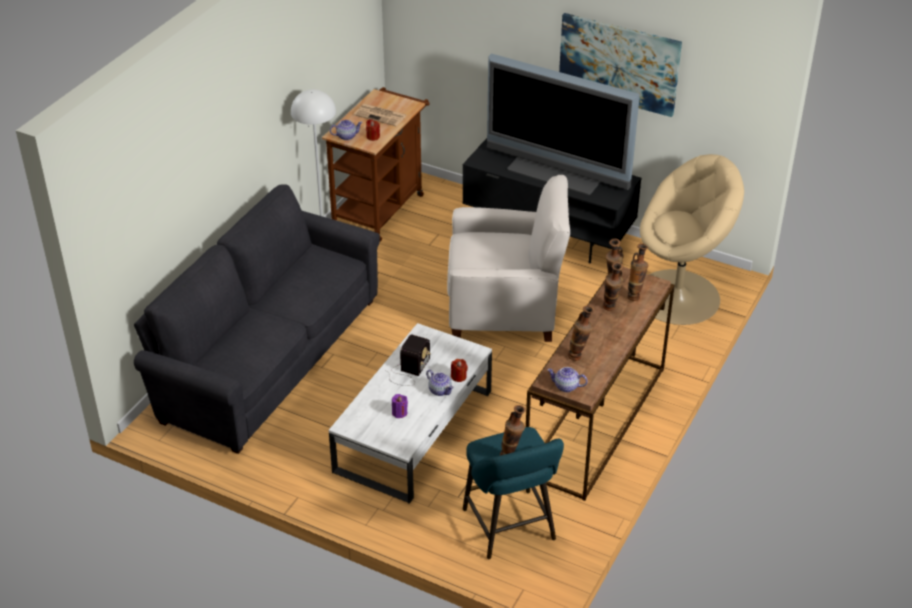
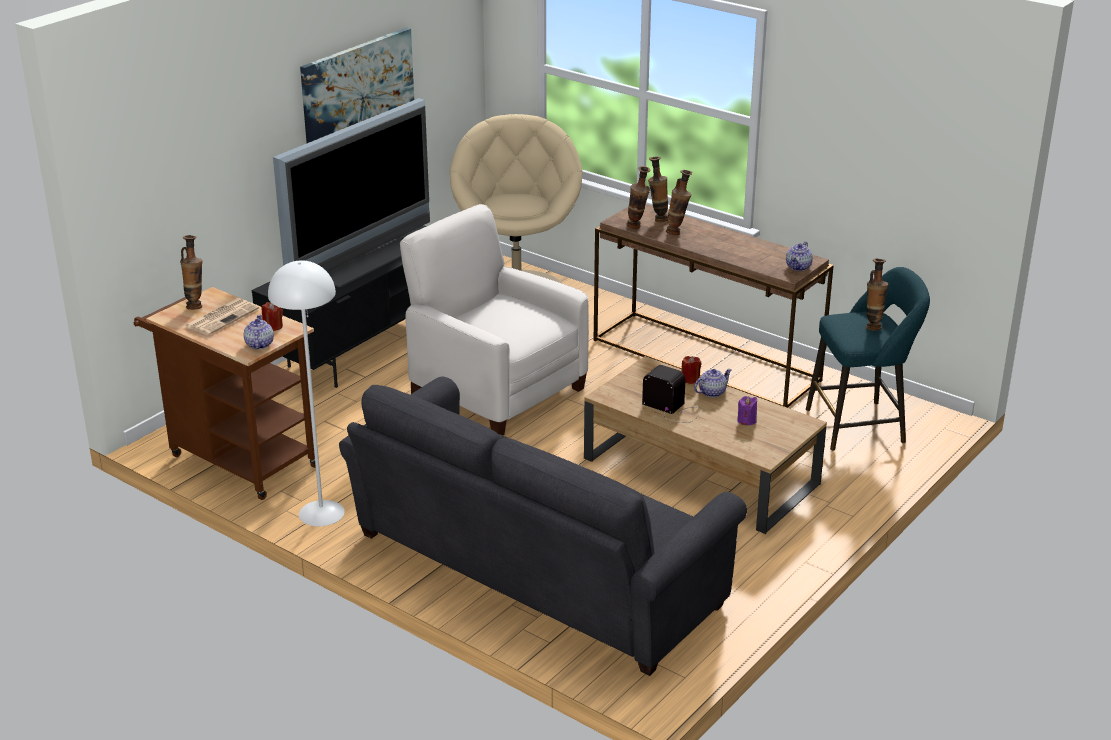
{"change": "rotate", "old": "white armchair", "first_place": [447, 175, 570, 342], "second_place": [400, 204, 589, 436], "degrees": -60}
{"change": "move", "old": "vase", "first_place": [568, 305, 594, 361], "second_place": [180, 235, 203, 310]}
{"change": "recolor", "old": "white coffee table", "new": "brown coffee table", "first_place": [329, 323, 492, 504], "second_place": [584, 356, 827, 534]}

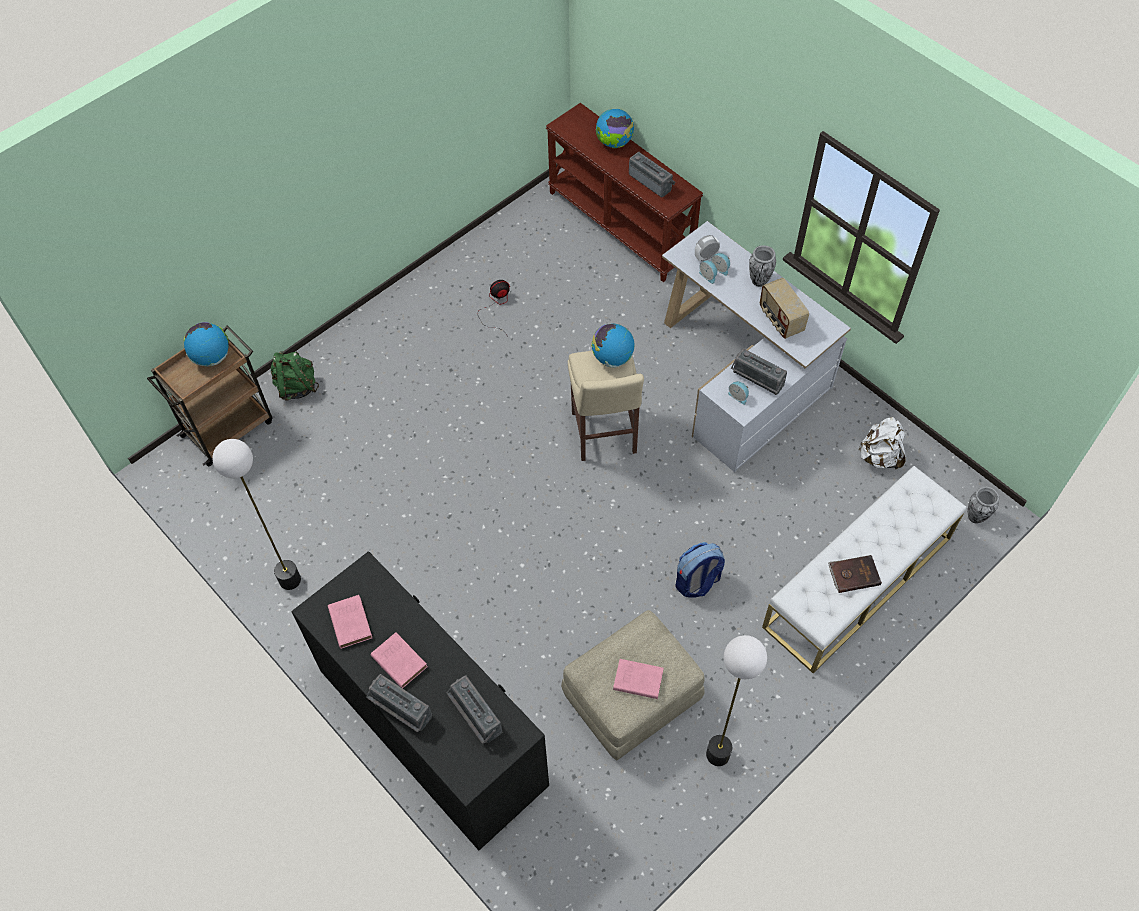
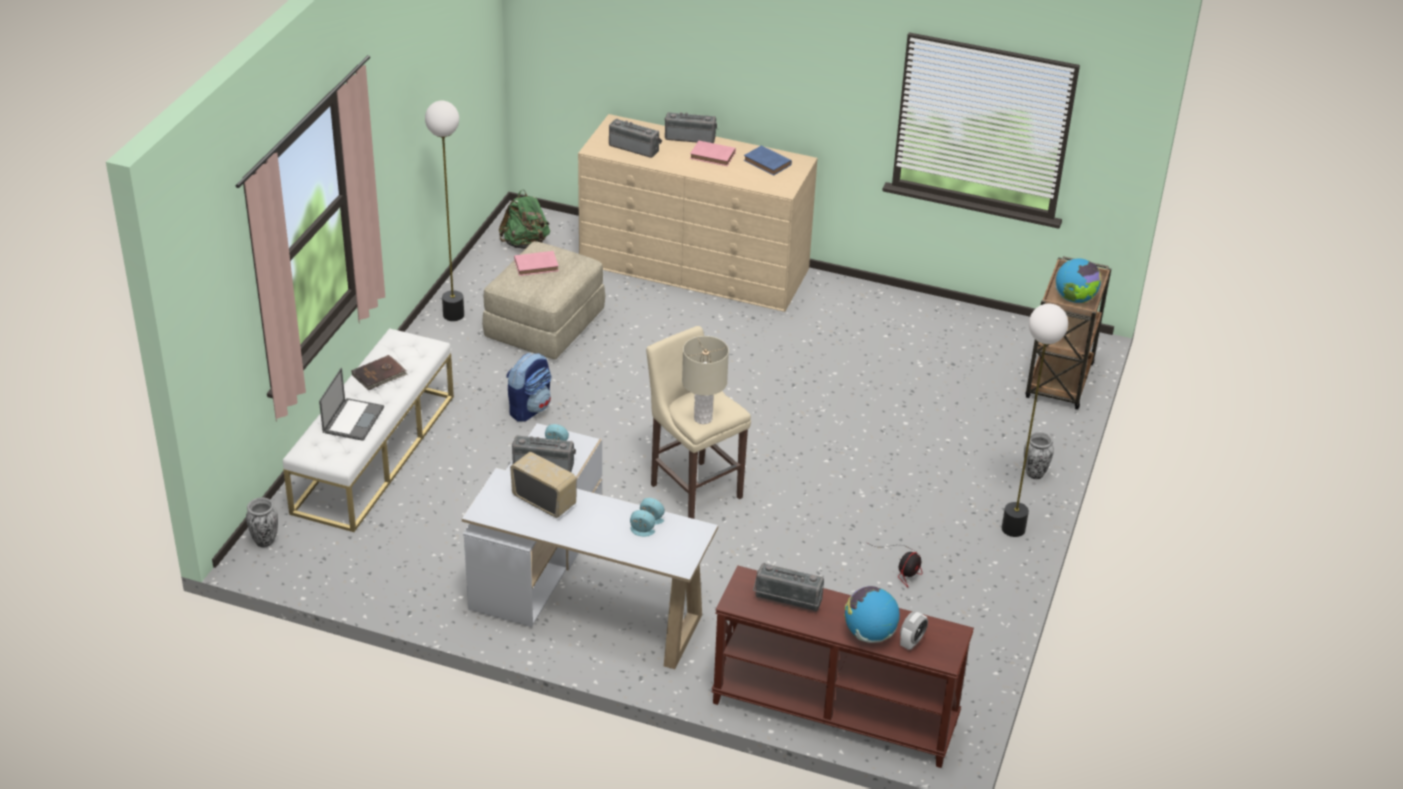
{"change": "move", "old": "alarm clock", "first_place": [695, 235, 720, 262], "second_place": [900, 612, 928, 650]}
{"change": "move", "old": "vase", "first_place": [749, 245, 776, 287], "second_place": [1024, 432, 1054, 479]}
{"change": "replace", "old": "globe", "new": "beige table lamp", "first_place": [591, 324, 635, 368], "second_place": [682, 336, 729, 424]}
{"change": "move", "old": "green backpack", "first_place": [271, 351, 319, 401], "second_place": [499, 189, 550, 249]}
{"change": "delete", "old": "white backpack", "first_place": [858, 417, 905, 469]}
{"change": "move", "old": "floor lamp", "first_place": [212, 439, 301, 590], "second_place": [1002, 304, 1068, 537]}
{"change": "recolor", "old": "black dresser", "new": "beige dresser", "first_place": [291, 551, 549, 850], "second_place": [578, 114, 818, 312]}
{"change": "recolor", "old": "pink book", "new": "blue book", "first_place": [328, 595, 372, 649], "second_place": [744, 145, 792, 176]}
{"change": "insert", "new": "laptop", "second_place": [319, 368, 384, 441]}

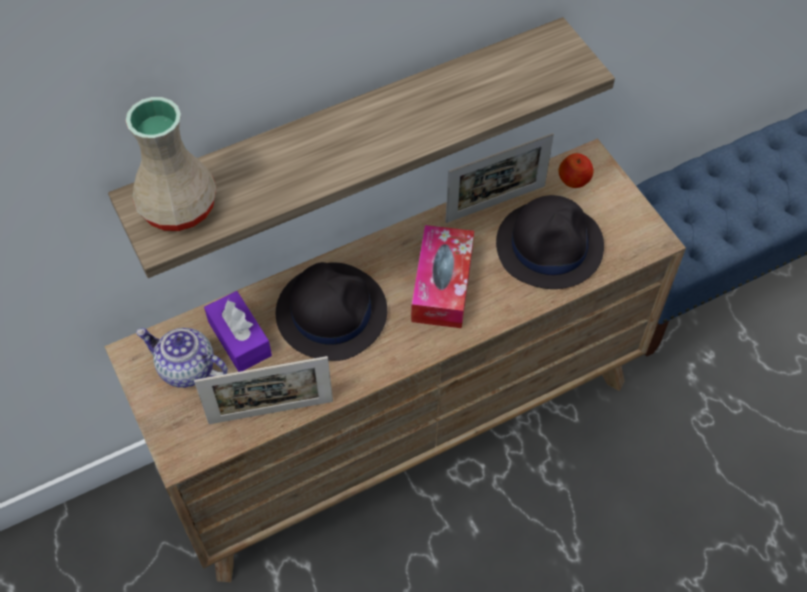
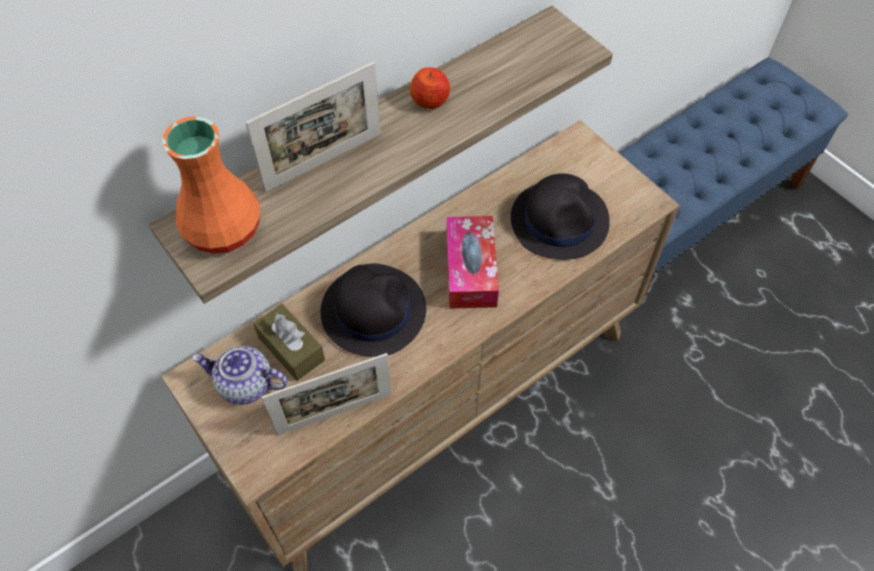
{"change": "recolor", "old": "beige vase", "new": "orange vase", "first_place": [126, 97, 216, 231], "second_place": [162, 116, 260, 254]}
{"change": "move", "old": "picture frame", "first_place": [445, 133, 554, 223], "second_place": [245, 62, 381, 192]}
{"change": "move", "old": "apple", "first_place": [559, 153, 594, 188], "second_place": [410, 67, 450, 109]}
{"change": "recolor", "old": "purple tissue box", "new": "brown tissue box", "first_place": [204, 291, 272, 372], "second_place": [254, 304, 325, 381]}

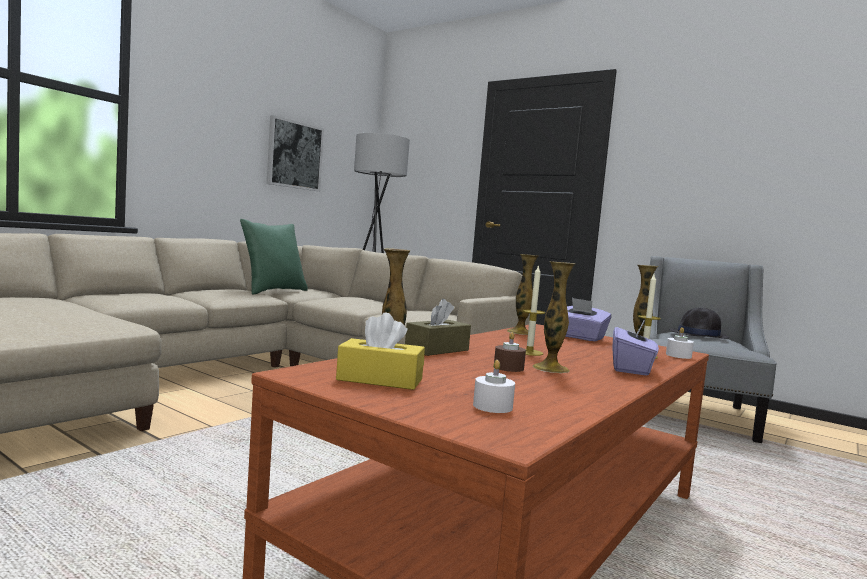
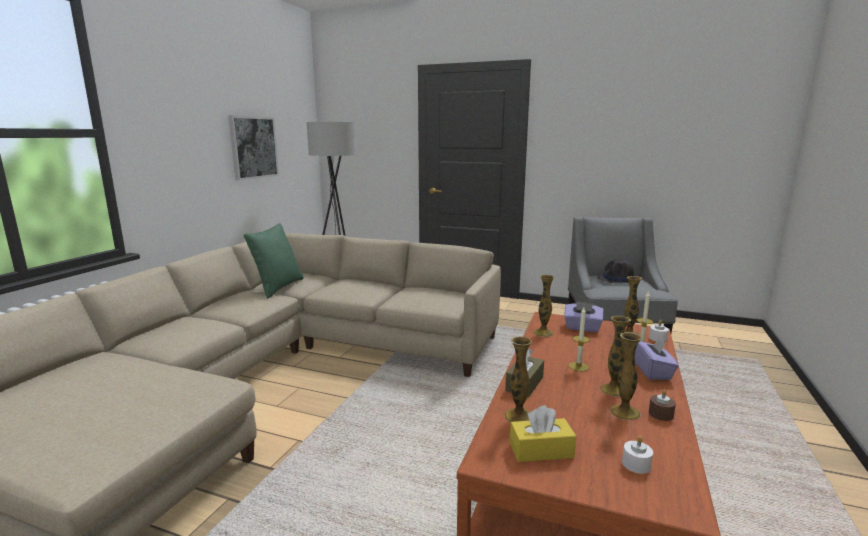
{"change": "move", "old": "brown candle", "first_place": [494, 332, 526, 372], "second_place": [649, 390, 676, 421]}
{"change": "insert", "new": "vase", "second_place": [610, 332, 642, 420]}

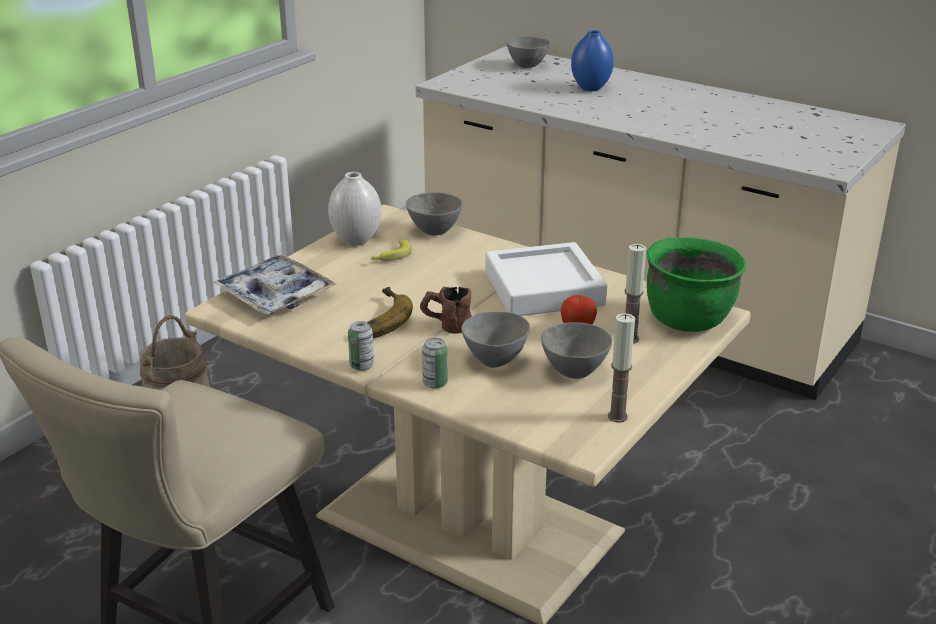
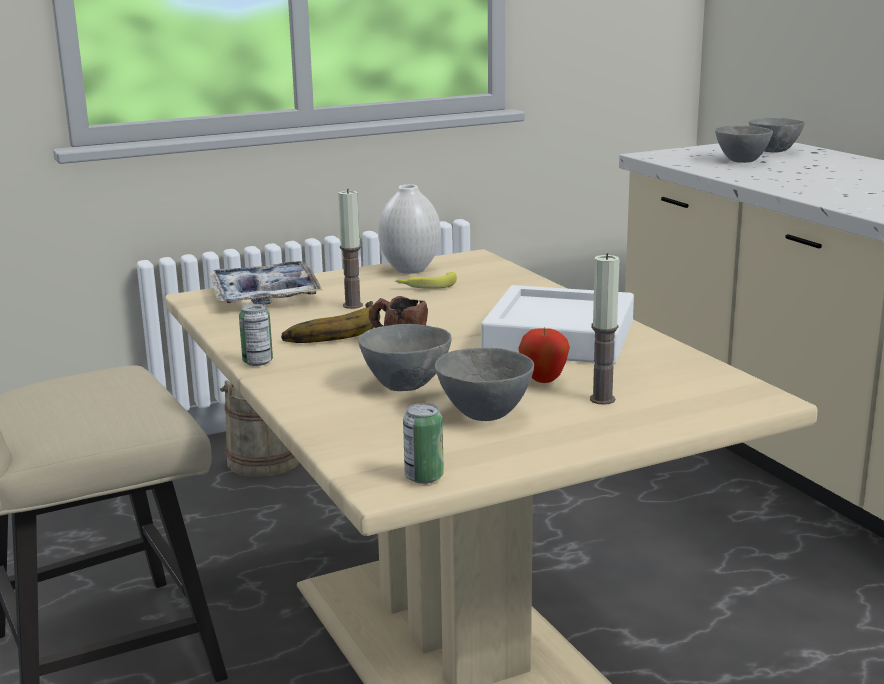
{"change": "delete", "old": "blue vase", "first_place": [571, 30, 614, 91]}
{"change": "move", "old": "grey bowl", "first_place": [406, 192, 463, 236], "second_place": [715, 126, 773, 163]}
{"change": "delete", "old": "green cooking pot", "first_place": [647, 237, 747, 332]}
{"change": "move", "old": "candle", "first_place": [608, 313, 635, 423], "second_place": [338, 189, 363, 309]}
{"change": "move", "old": "can", "first_place": [422, 338, 448, 389], "second_place": [403, 403, 444, 484]}

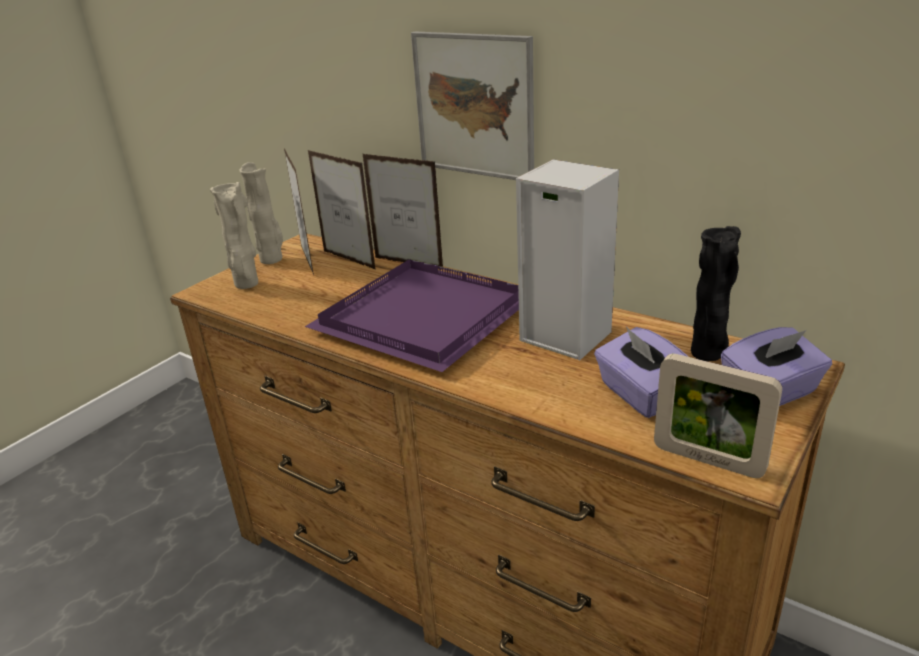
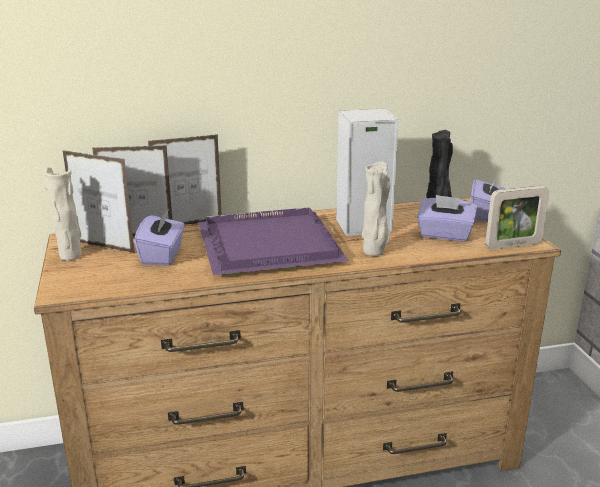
{"change": "delete", "old": "picture", "first_place": [411, 32, 534, 180]}
{"change": "move", "old": "beige vase", "first_place": [210, 182, 258, 289], "second_place": [362, 161, 390, 256]}
{"change": "insert", "new": "purple tissue box", "second_place": [134, 209, 185, 265]}

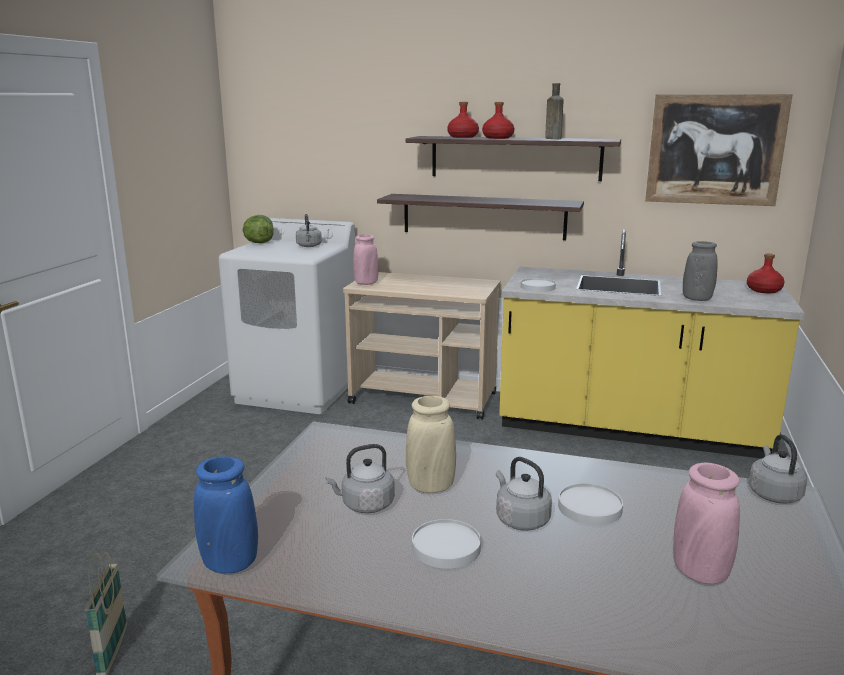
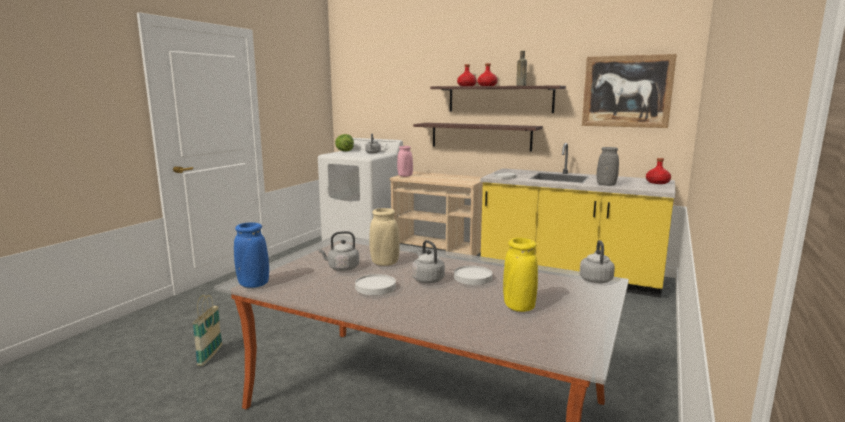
{"change": "recolor", "old": "pink vase", "new": "yellow vase", "first_place": [673, 463, 740, 584], "second_place": [503, 238, 538, 312]}

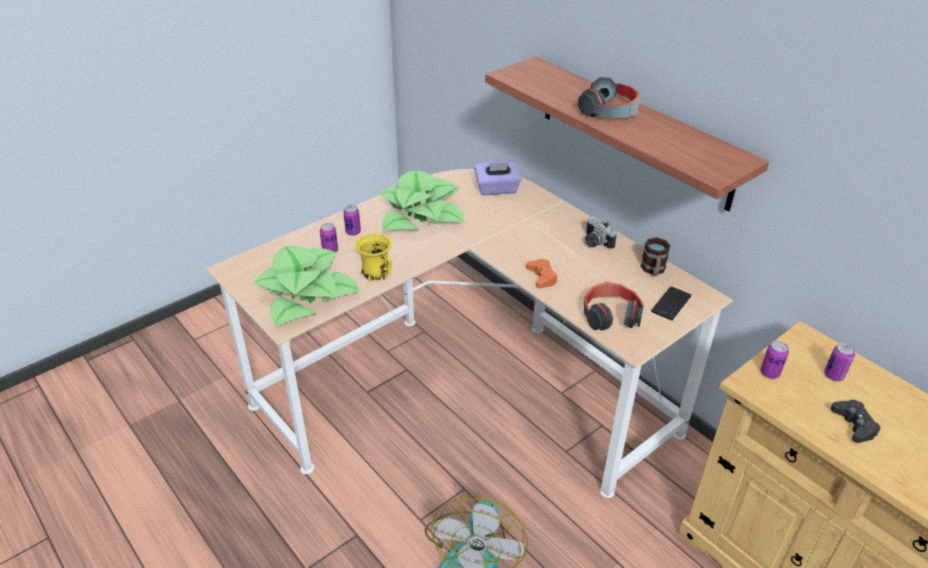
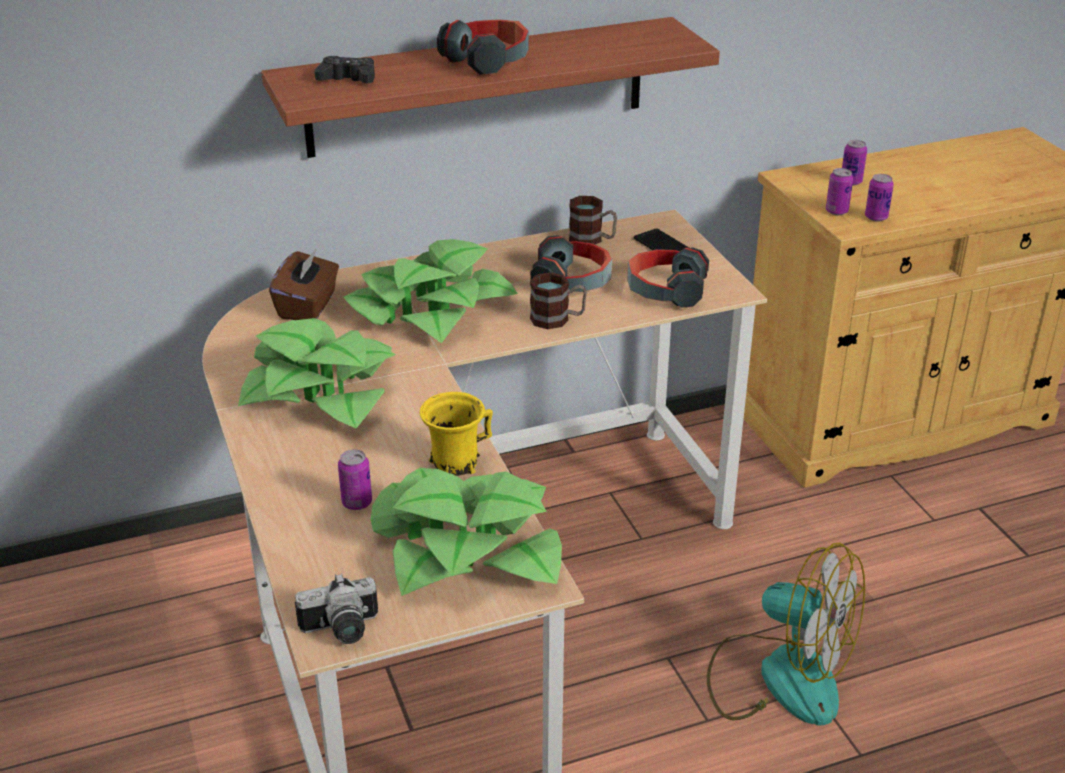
{"change": "recolor", "old": "purple tissue box", "new": "brown tissue box", "first_place": [474, 160, 521, 195], "second_place": [269, 248, 339, 320]}
{"change": "move", "old": "can", "first_place": [343, 205, 361, 236], "second_place": [865, 174, 894, 222]}
{"change": "move", "old": "photo camera", "first_place": [585, 216, 617, 249], "second_place": [295, 573, 378, 644]}
{"change": "replace", "old": "orange game controller", "new": "mug", "first_place": [526, 259, 557, 288], "second_place": [530, 272, 587, 329]}
{"change": "move", "old": "black game controller", "first_place": [830, 400, 881, 443], "second_place": [314, 56, 375, 84]}
{"change": "insert", "new": "headphones", "second_place": [530, 235, 612, 292]}
{"change": "insert", "new": "potted plant", "second_place": [343, 239, 518, 343]}

